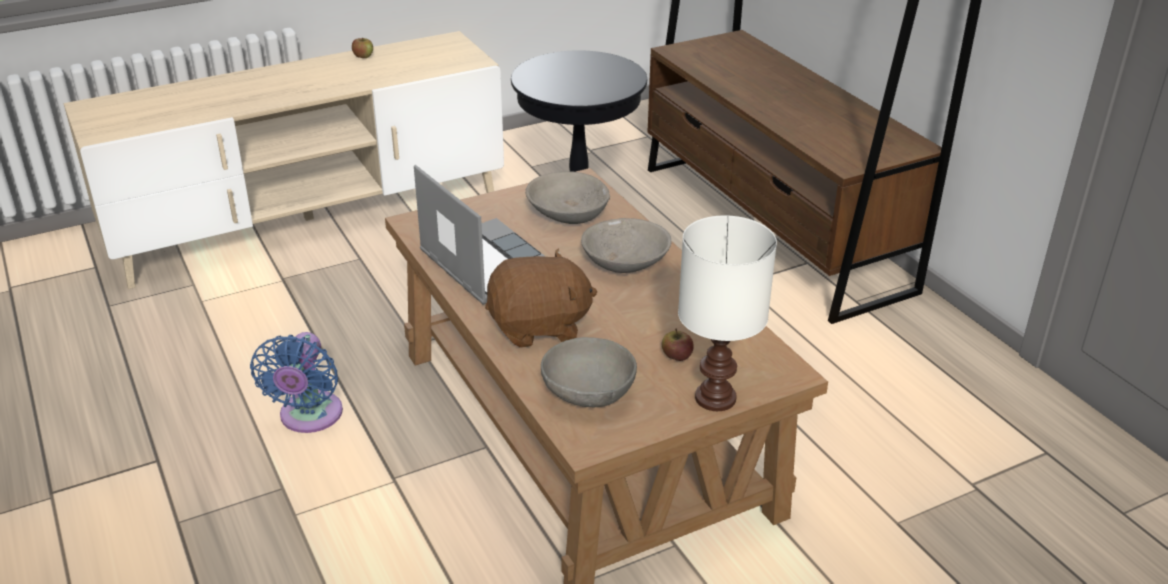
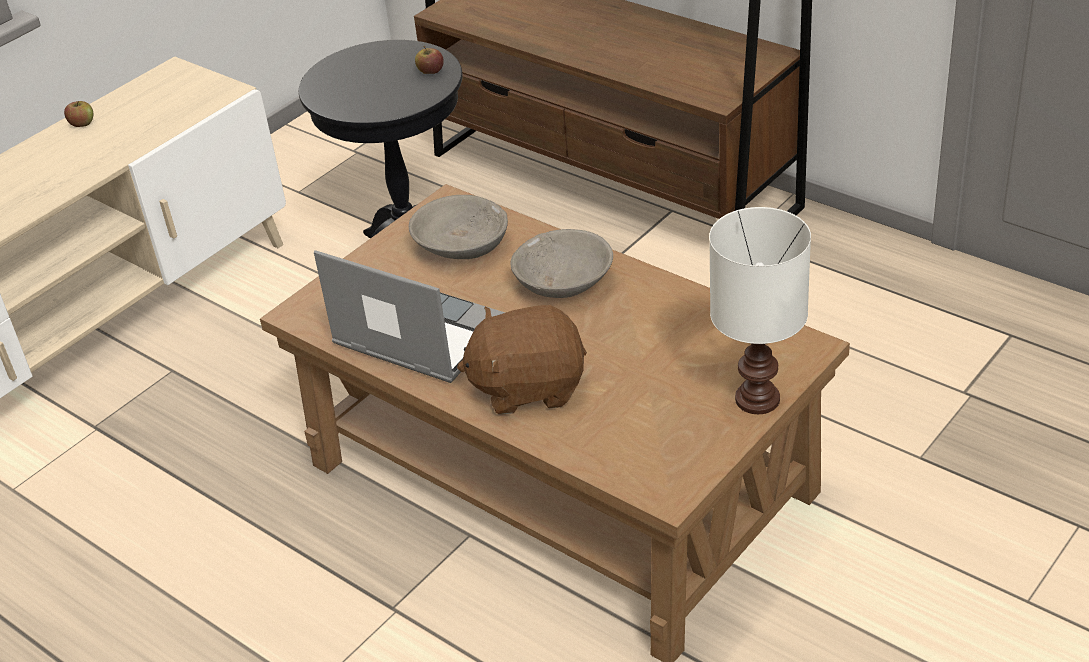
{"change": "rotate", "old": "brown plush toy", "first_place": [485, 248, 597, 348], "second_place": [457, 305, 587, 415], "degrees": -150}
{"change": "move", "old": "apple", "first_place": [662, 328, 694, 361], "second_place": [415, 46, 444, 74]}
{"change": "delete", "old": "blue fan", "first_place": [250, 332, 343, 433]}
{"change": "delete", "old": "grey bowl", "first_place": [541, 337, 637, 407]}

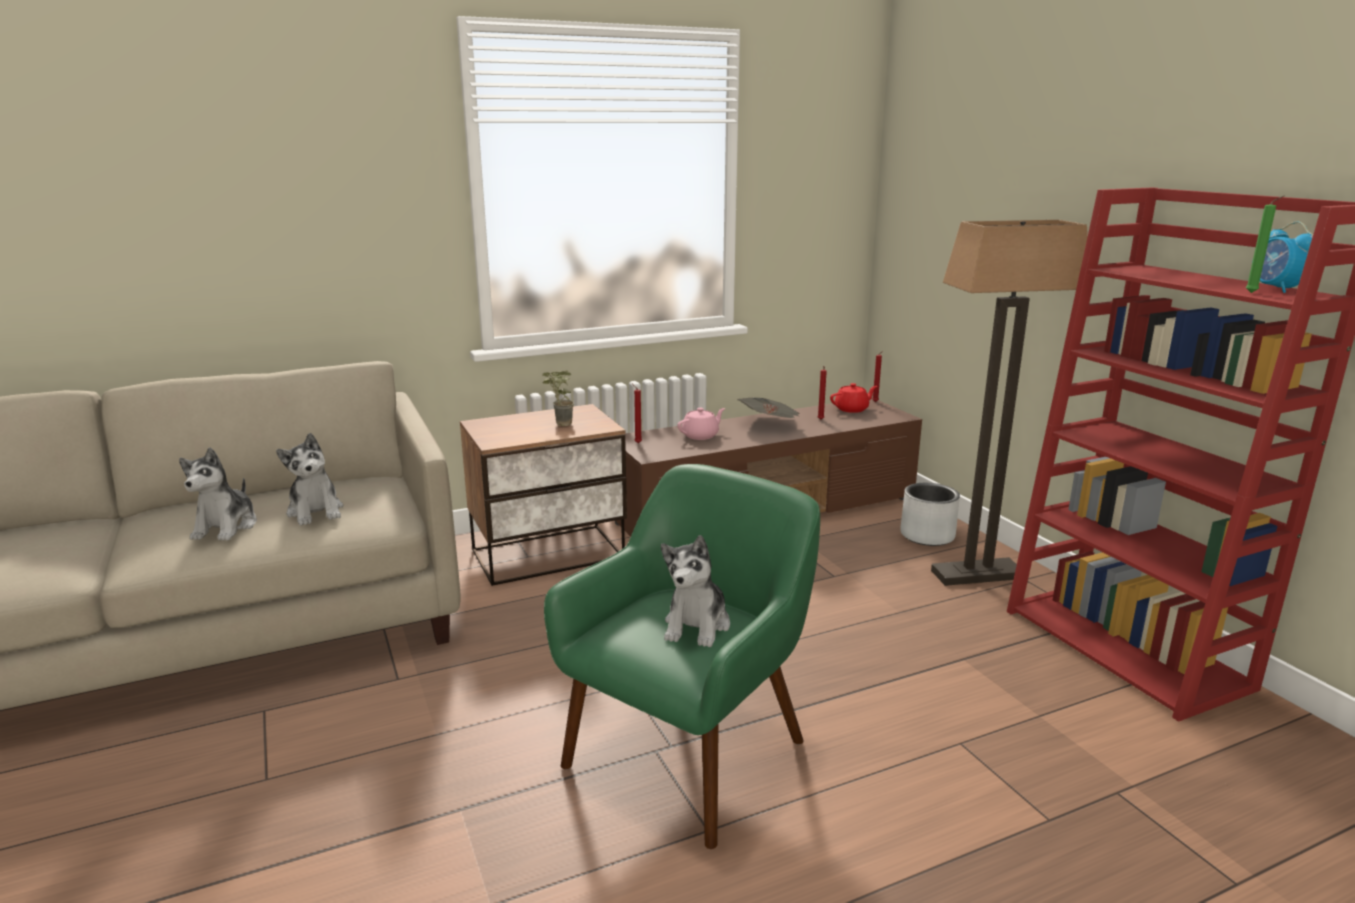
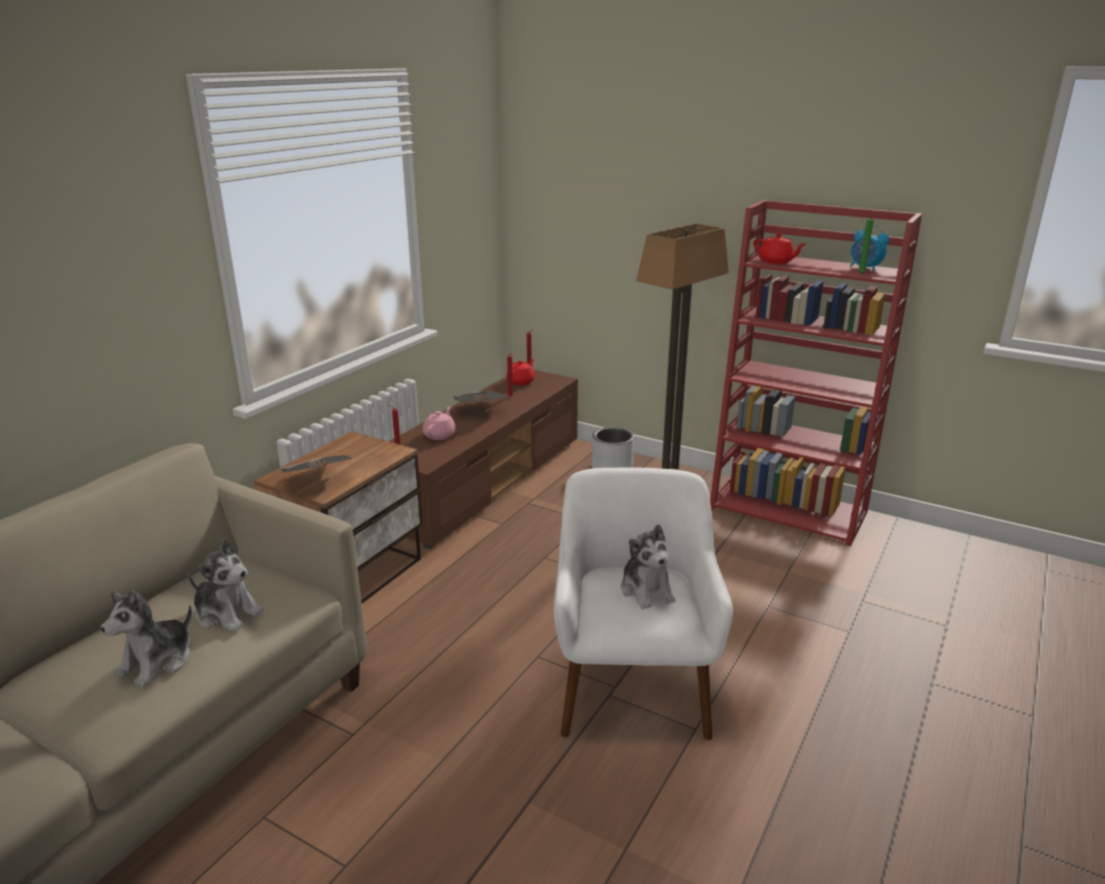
{"change": "delete", "old": "potted plant", "first_place": [542, 371, 574, 426]}
{"change": "rotate", "old": "plush toy", "first_place": [179, 447, 257, 541], "second_place": [100, 590, 192, 688], "degrees": 60}
{"change": "recolor", "old": "green armchair", "new": "white armchair", "first_place": [544, 464, 820, 849], "second_place": [554, 467, 733, 740]}
{"change": "insert", "new": "red teapot", "second_place": [753, 234, 806, 264]}
{"change": "insert", "new": "newspaper", "second_place": [280, 455, 351, 472]}

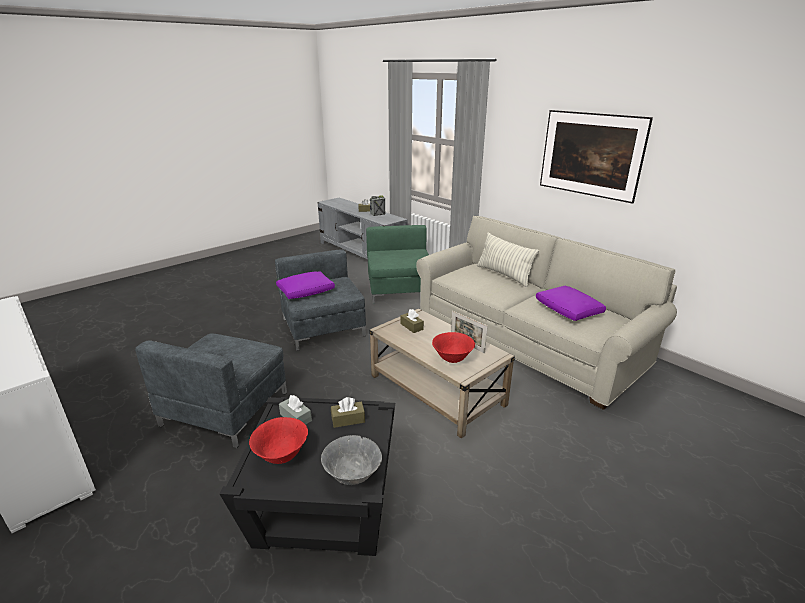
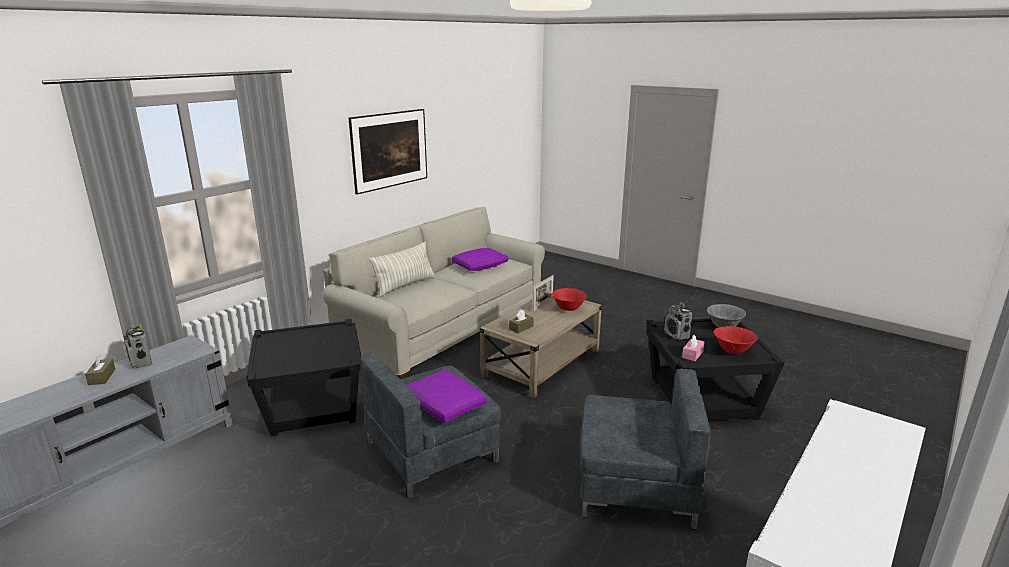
{"change": "replace", "old": "green armchair", "new": "black side table", "first_place": [366, 225, 429, 304], "second_place": [247, 319, 362, 436]}
{"change": "recolor", "old": "grey tissue box", "new": "pink tissue box", "first_place": [279, 395, 312, 425], "second_place": [682, 335, 705, 361]}
{"change": "replace", "old": "brown tissue box", "new": "radio", "first_place": [331, 397, 365, 428], "second_place": [664, 302, 693, 340]}

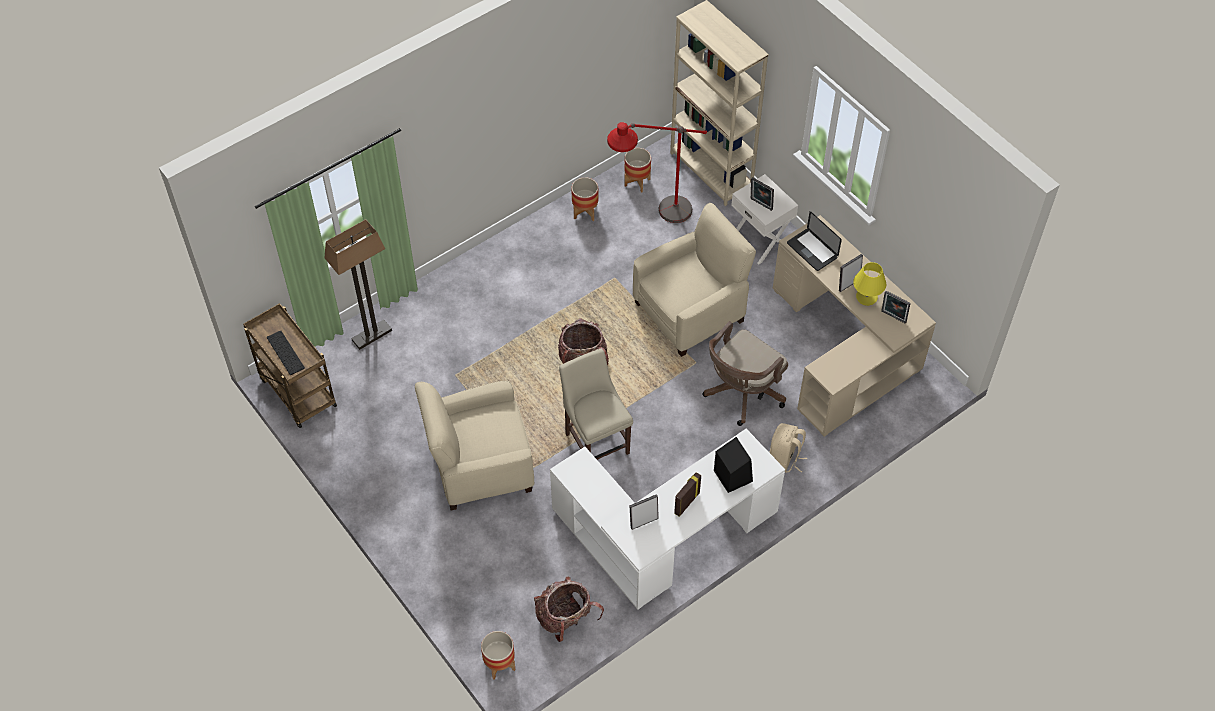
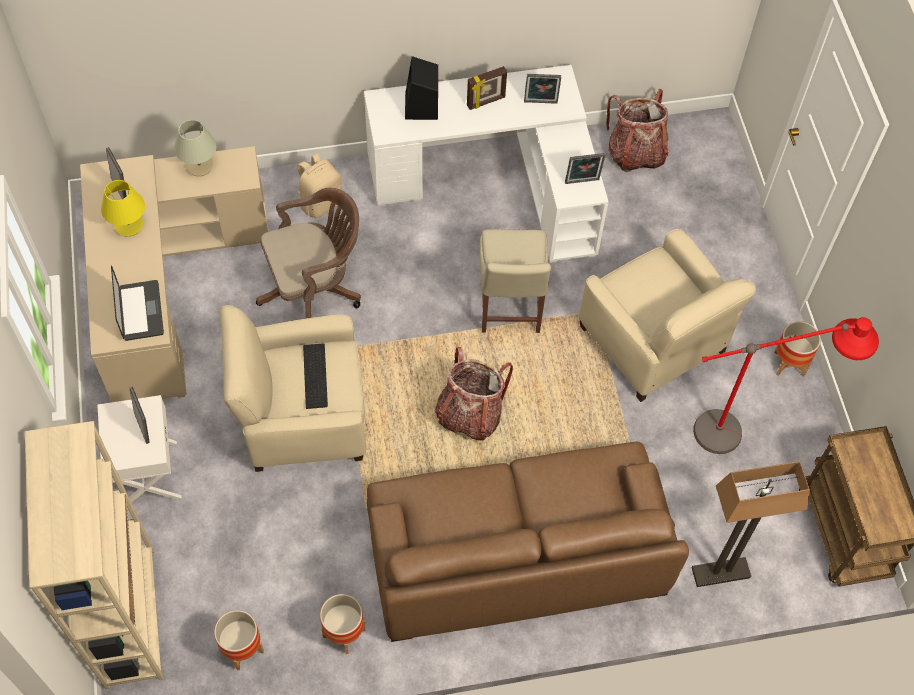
{"change": "move", "old": "red floor lamp", "first_place": [607, 122, 707, 223], "second_place": [693, 317, 879, 454]}
{"change": "move", "old": "picture frame", "first_place": [839, 254, 863, 292], "second_place": [565, 153, 605, 184]}
{"change": "move", "old": "keyboard", "first_place": [267, 331, 305, 375], "second_place": [303, 343, 328, 409]}
{"change": "rotate", "old": "beige armchair", "first_place": [415, 381, 534, 510], "second_place": [579, 229, 756, 402], "degrees": 45}
{"change": "move", "old": "planter", "first_place": [481, 631, 515, 680], "second_place": [774, 321, 821, 377]}
{"change": "insert", "new": "beige table lamp", "second_place": [174, 120, 217, 176]}
{"change": "insert", "new": "brown sofa", "second_place": [367, 442, 689, 642]}

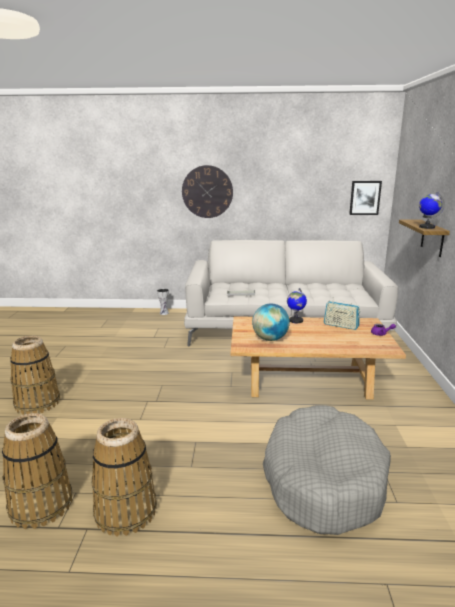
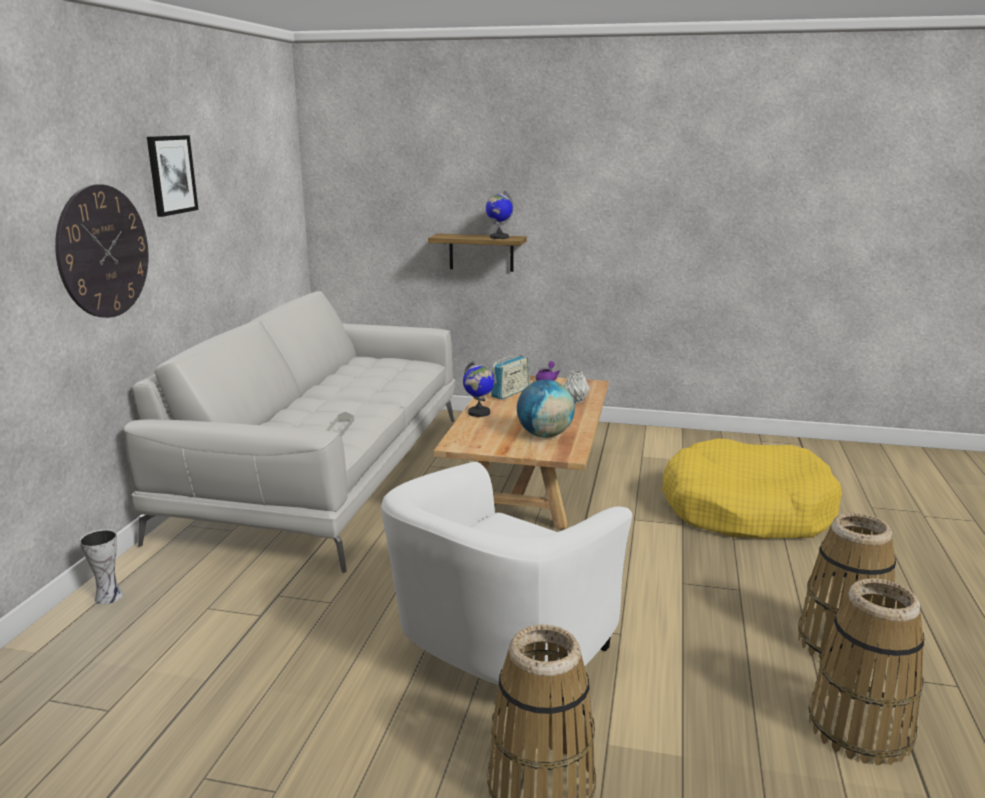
{"change": "move", "old": "picture", "first_place": [349, 181, 382, 215], "second_place": [147, 135, 198, 217]}
{"change": "recolor", "old": "grey dog bed", "new": "yellow dog bed", "first_place": [263, 405, 391, 535], "second_place": [662, 438, 842, 539]}
{"change": "insert", "new": "grey vase", "second_place": [563, 370, 590, 404]}
{"change": "insert", "new": "white armchair", "second_place": [381, 462, 632, 685]}

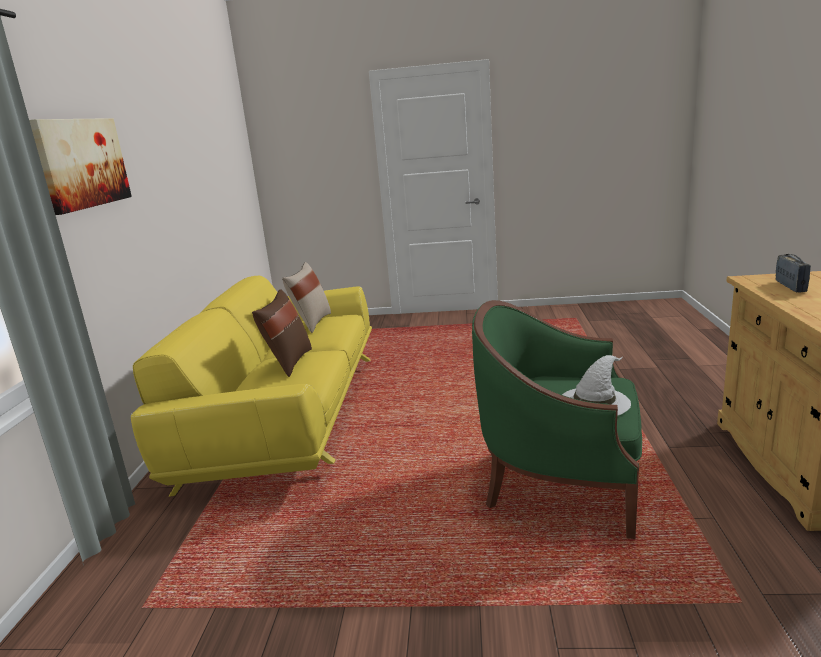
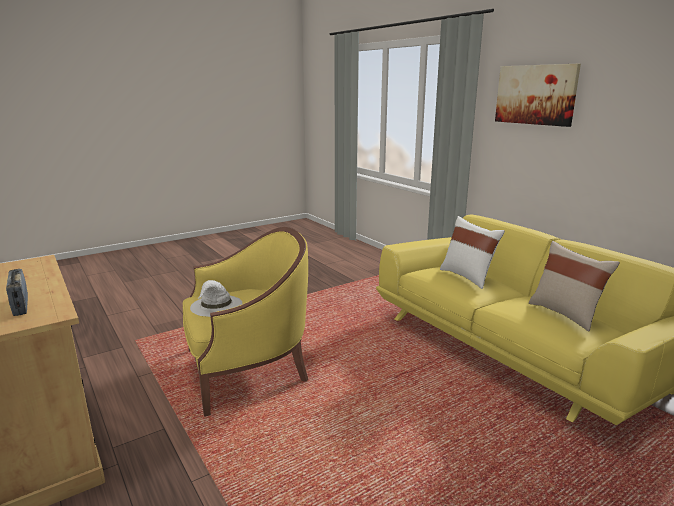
{"change": "recolor", "old": "brown pillow", "new": "white pillow", "first_place": [252, 289, 312, 377], "second_place": [440, 216, 505, 289]}
{"change": "recolor", "old": "green armchair", "new": "yellow armchair", "first_place": [472, 300, 642, 539], "second_place": [183, 227, 308, 417]}

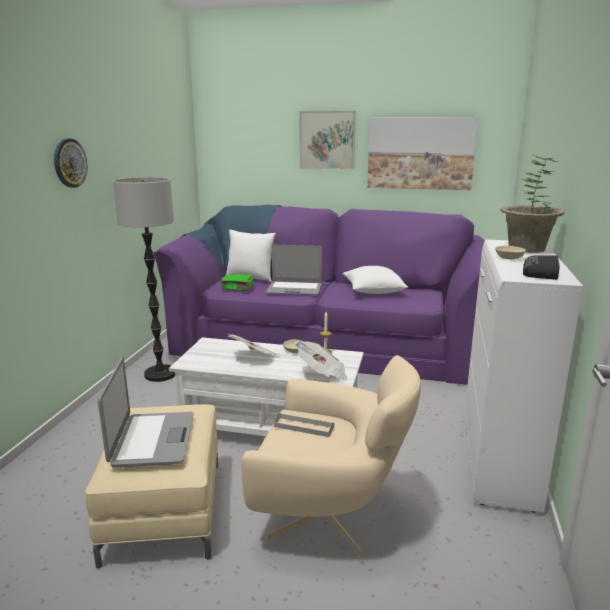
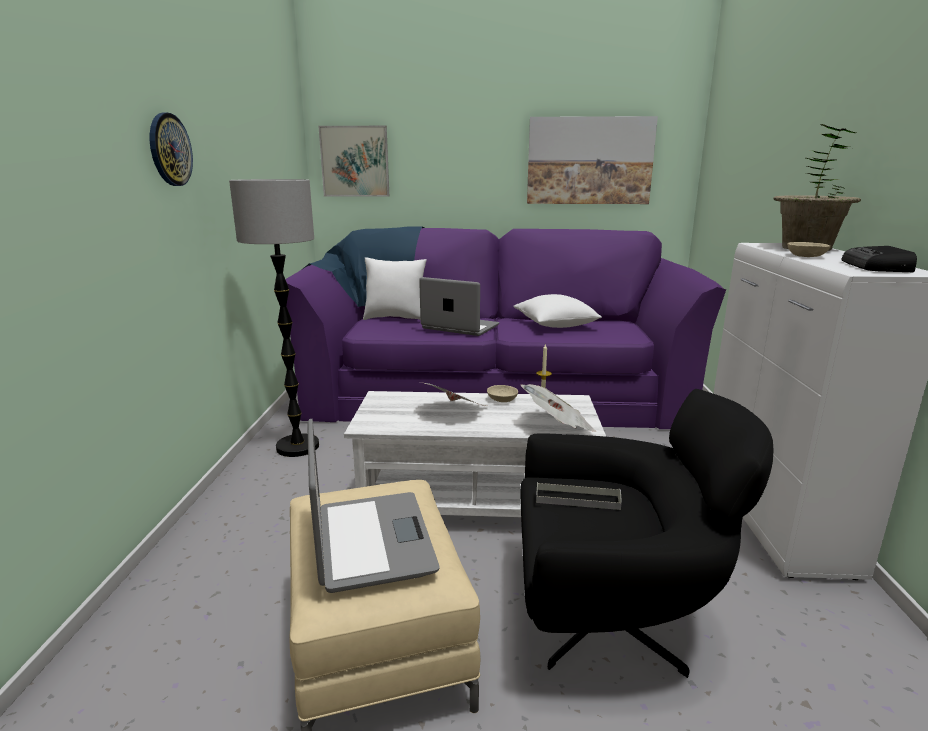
{"change": "move", "old": "picture", "first_place": [300, 111, 356, 170], "second_place": [319, 126, 389, 197]}
{"change": "rotate", "old": "laptop", "first_place": [266, 245, 322, 295], "second_place": [419, 277, 499, 336], "degrees": -150}
{"change": "delete", "old": "green book", "first_place": [221, 274, 253, 291]}
{"change": "recolor", "old": "beige armchair", "new": "black armchair", "first_place": [241, 355, 421, 559], "second_place": [520, 389, 773, 678]}

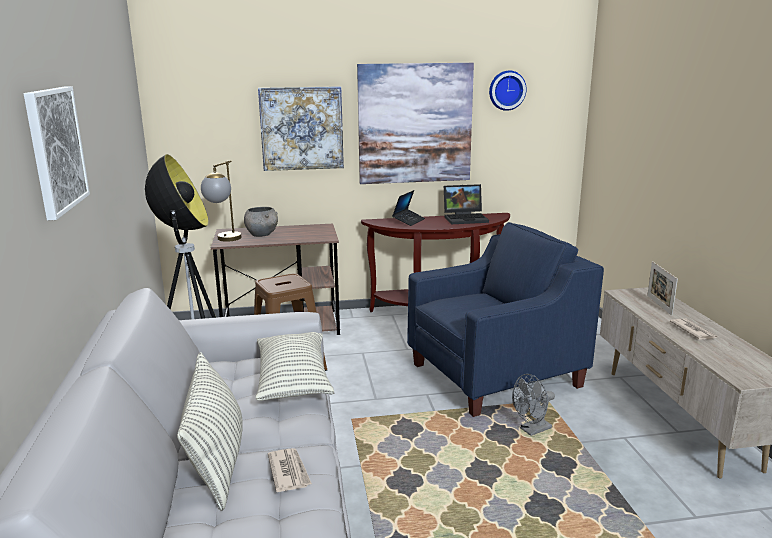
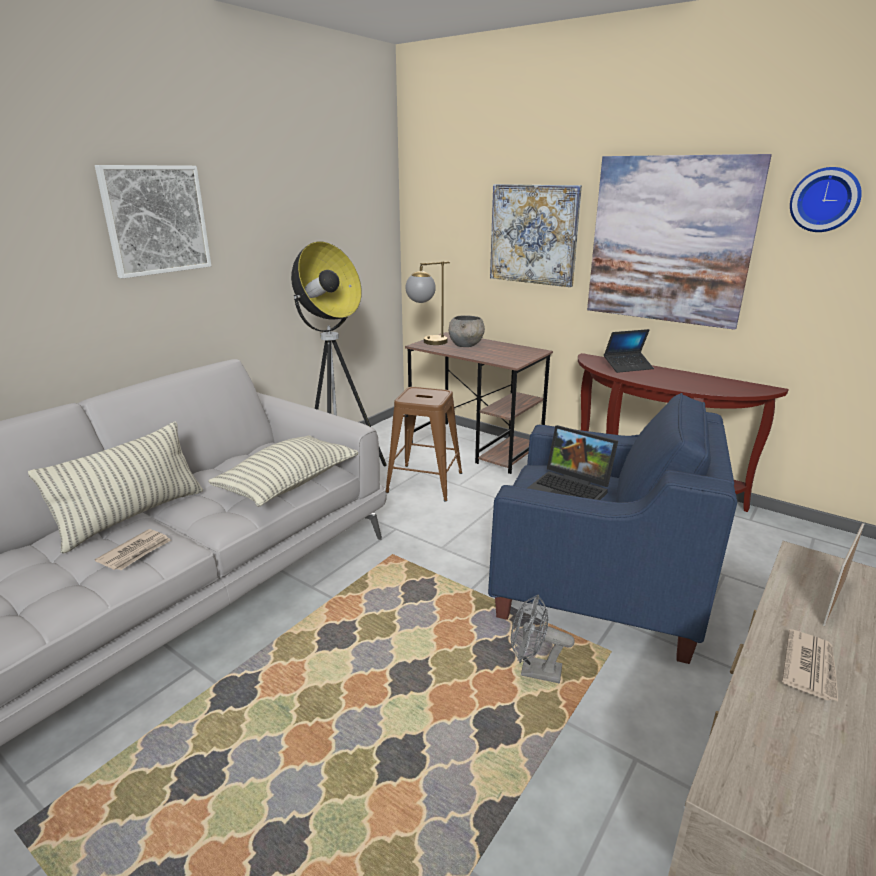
{"change": "move", "old": "laptop", "first_place": [444, 184, 489, 224], "second_place": [528, 425, 618, 500]}

